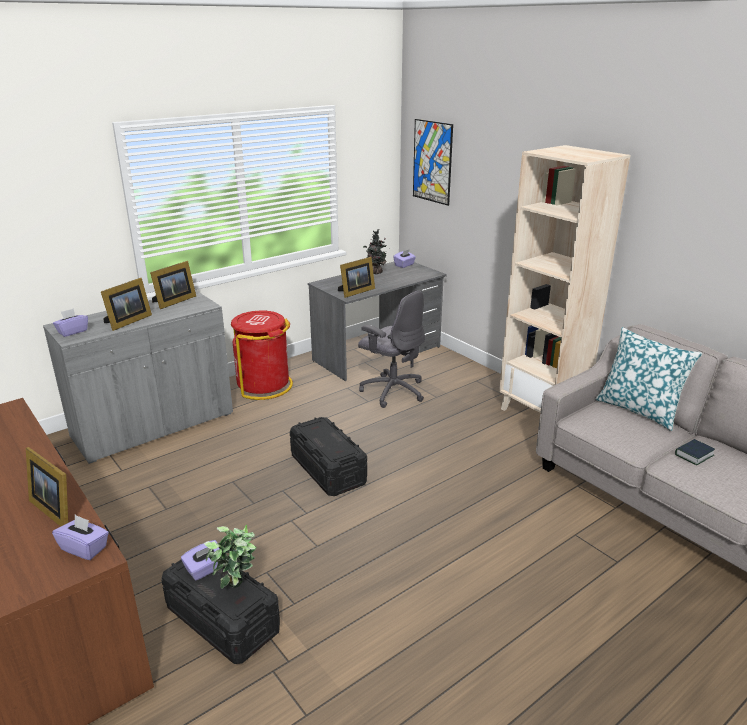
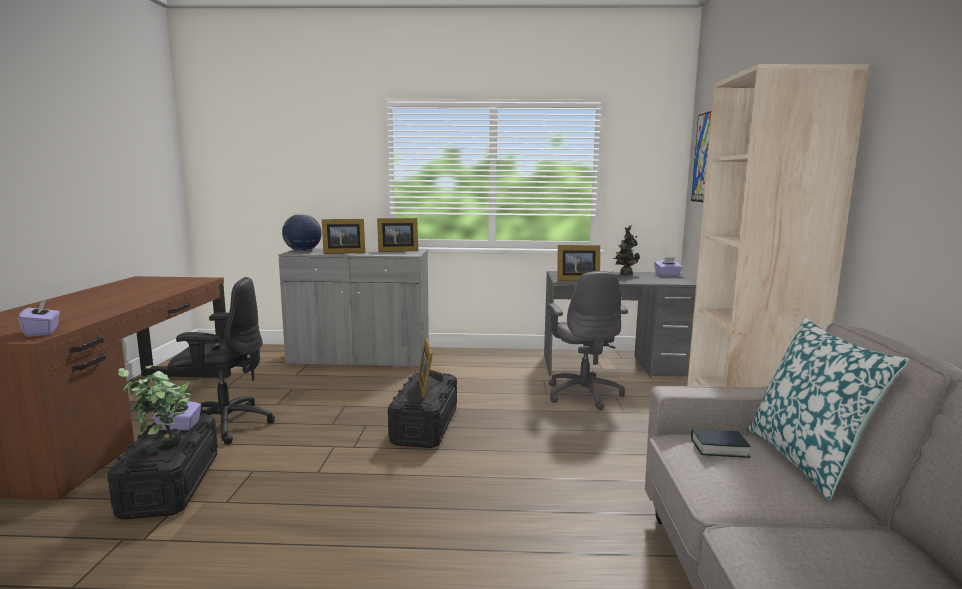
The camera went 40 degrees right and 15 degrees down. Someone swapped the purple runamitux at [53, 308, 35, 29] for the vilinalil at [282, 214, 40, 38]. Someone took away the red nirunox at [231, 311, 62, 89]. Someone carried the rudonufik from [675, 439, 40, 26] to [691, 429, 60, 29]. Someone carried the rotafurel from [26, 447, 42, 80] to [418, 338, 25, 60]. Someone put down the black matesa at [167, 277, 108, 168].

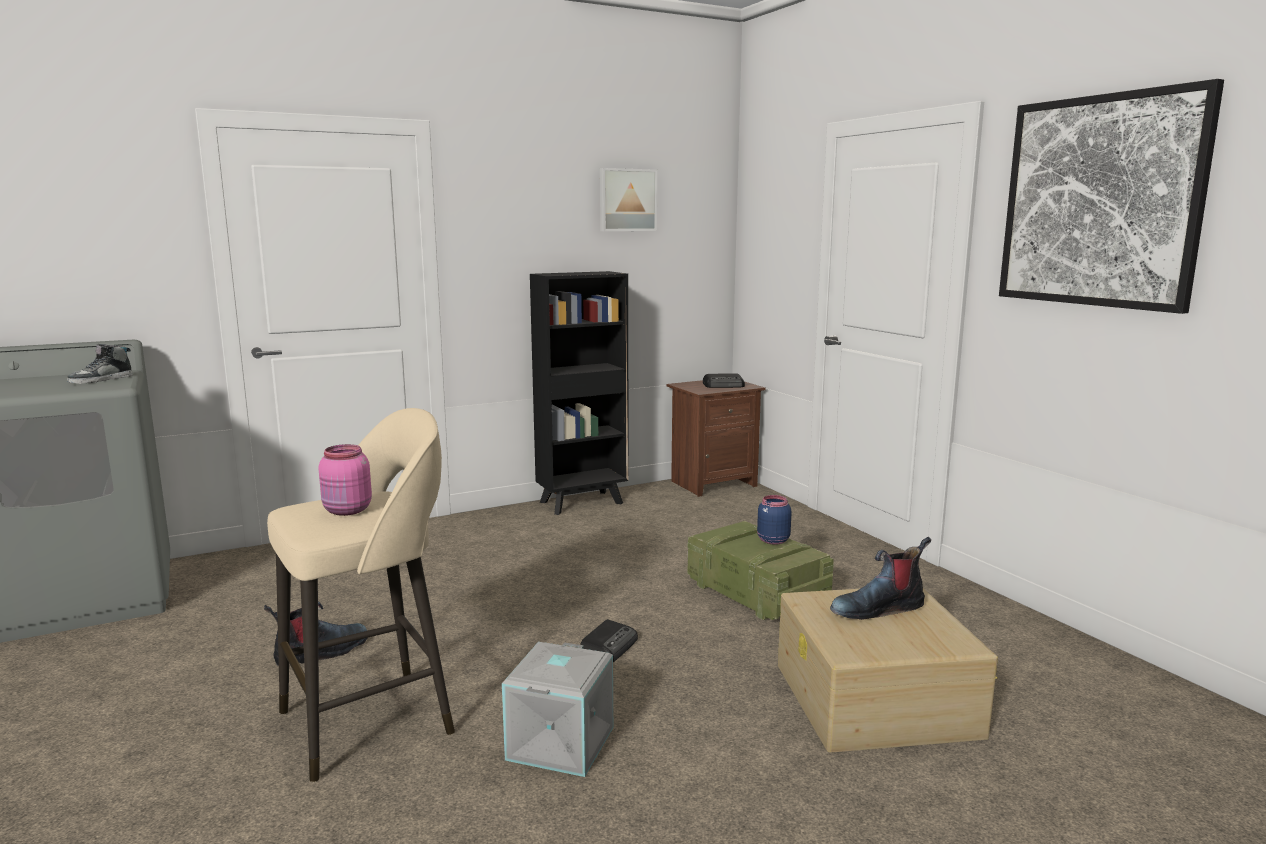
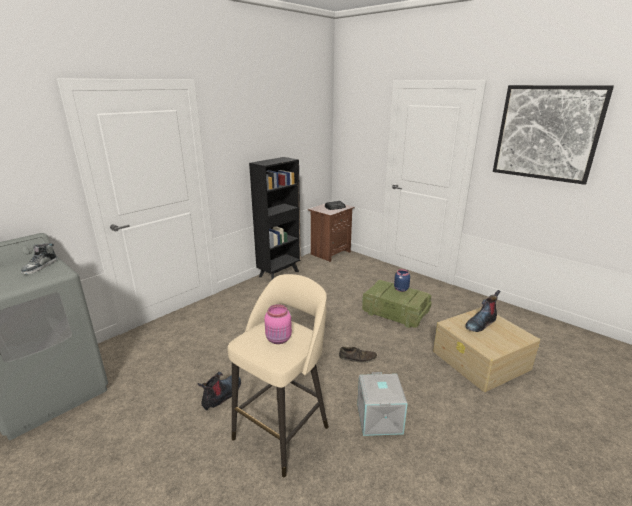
The camera went 20 degrees left and 10 degrees up. Someone took away the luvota at [600, 168, 57, 63]. Someone swapped the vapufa at [580, 619, 58, 43] for the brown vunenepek at [339, 347, 38, 16].

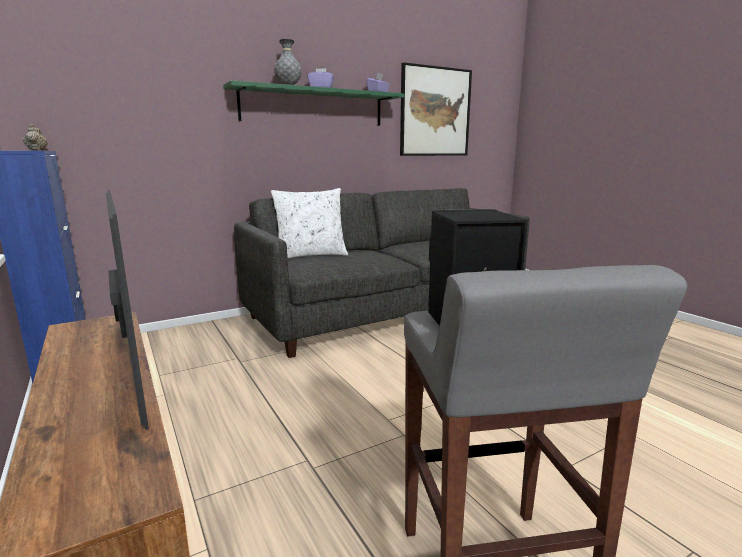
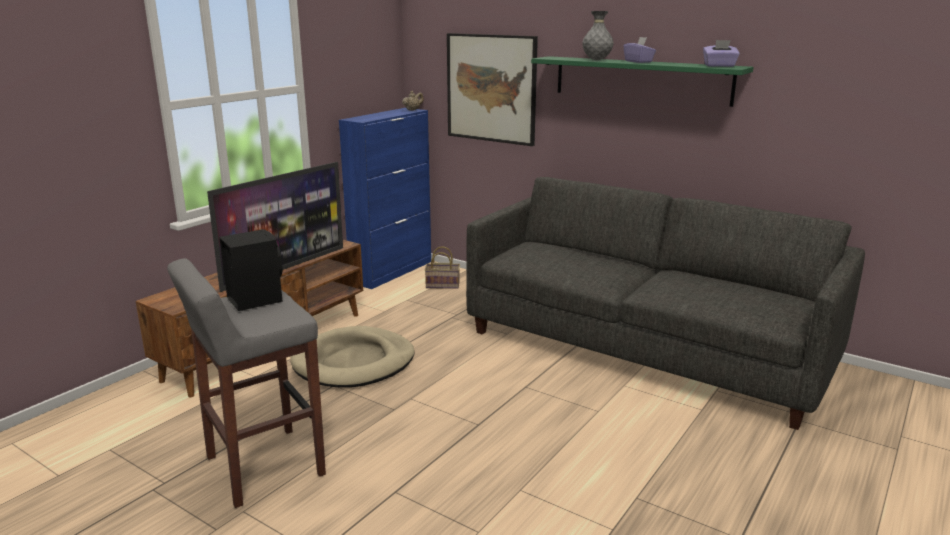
The camera went 65 degrees right and 5 degrees up. Someone carried the luvota from [400, 62, 72, 94] to [447, 33, 91, 113]. Someone took away the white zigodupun at [271, 188, 77, 70]. Someone put down the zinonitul at [425, 246, 35, 43]. Someone put down the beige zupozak at [290, 326, 124, 62].

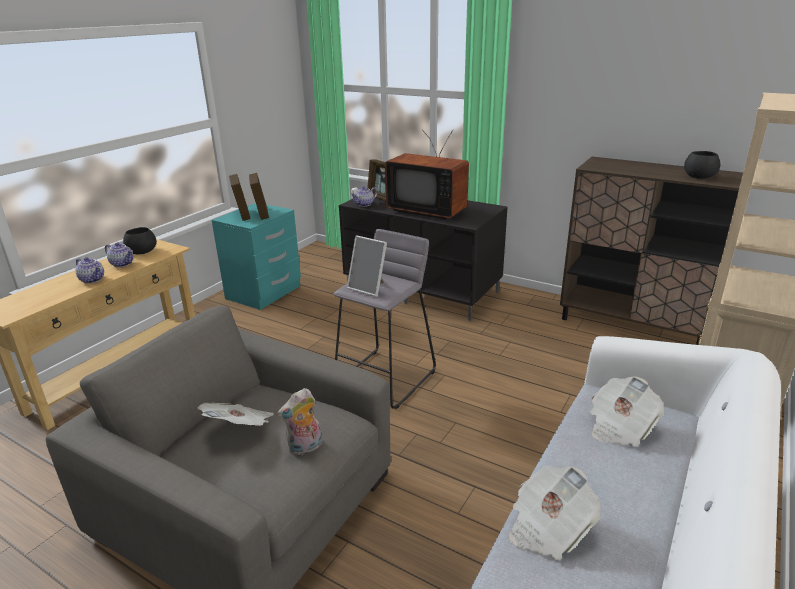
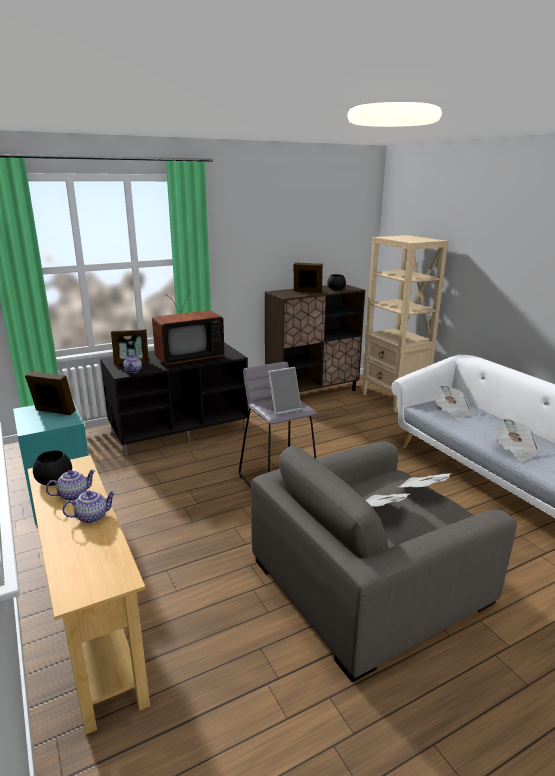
The camera went 60 degrees left and 5 degrees down. Someone carried the rotafurel from [229, 174, 22, 47] to [293, 262, 30, 31]. Someone swapped the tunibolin at [278, 388, 44, 68] for the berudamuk at [398, 473, 54, 15].

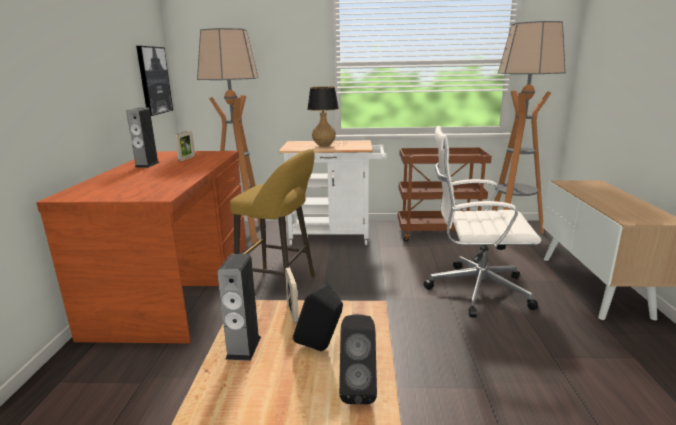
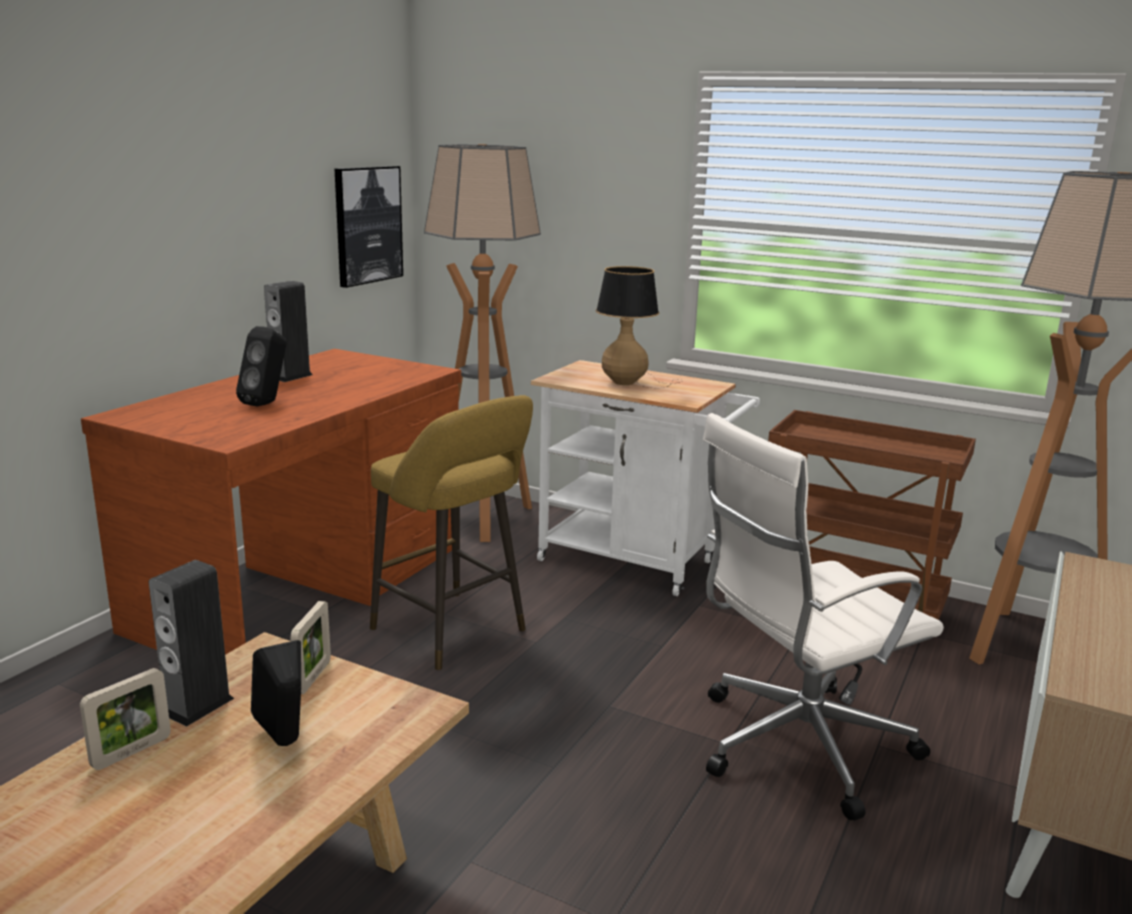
The camera went 25 degrees right and 0 degrees up. Someone rotated the white matesa at [424, 126, 117, 192] by 60 degrees counterclockwise. Someone carried the rotafurel from [175, 131, 20, 30] to [80, 668, 91, 102]. Someone carried the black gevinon from [339, 314, 38, 90] to [236, 326, 51, 81].

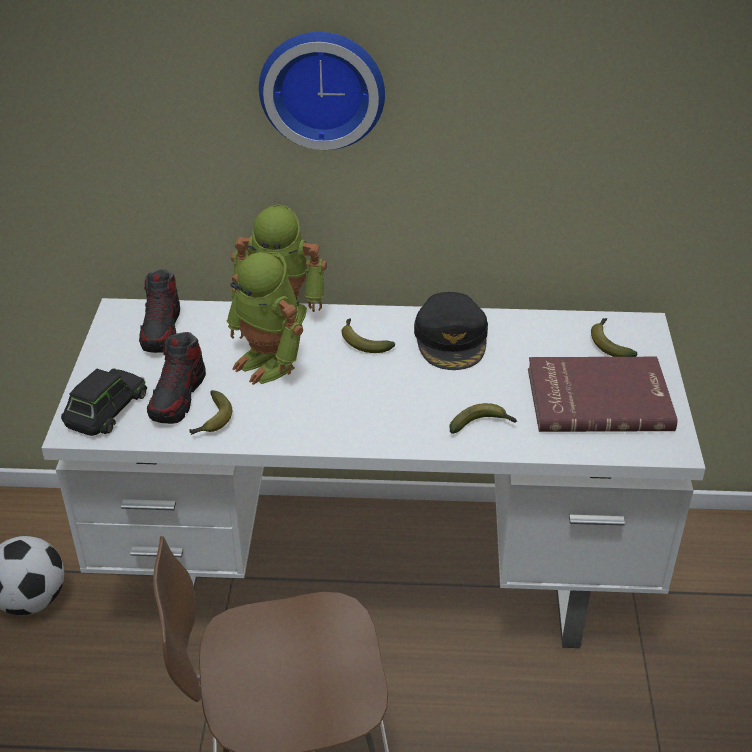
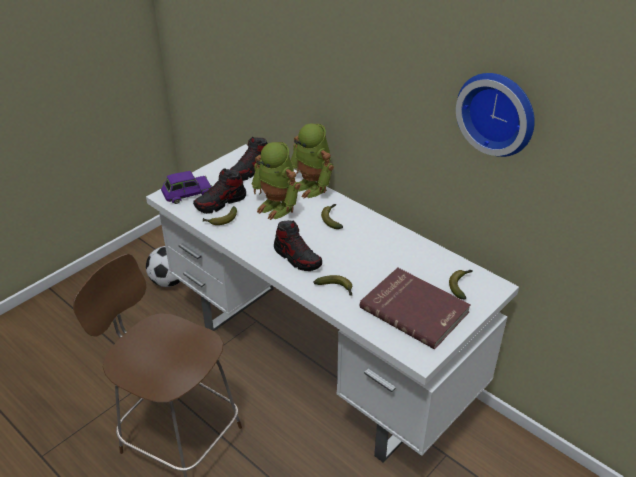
The camera went 40 degrees right and 0 degrees up. Someone carried the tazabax from [259, 32, 126, 118] to [456, 73, 79, 84]. Someone rotated the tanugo at [227, 252, 76, 133] by 45 degrees counterclockwise. Someone took away the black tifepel at [414, 292, 74, 78]. Someone repainted the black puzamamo at [61, 368, 86, 68], which became the purple puzamamo at [161, 171, 51, 33]. Someone put down the vunenepek at [274, 220, 48, 51].

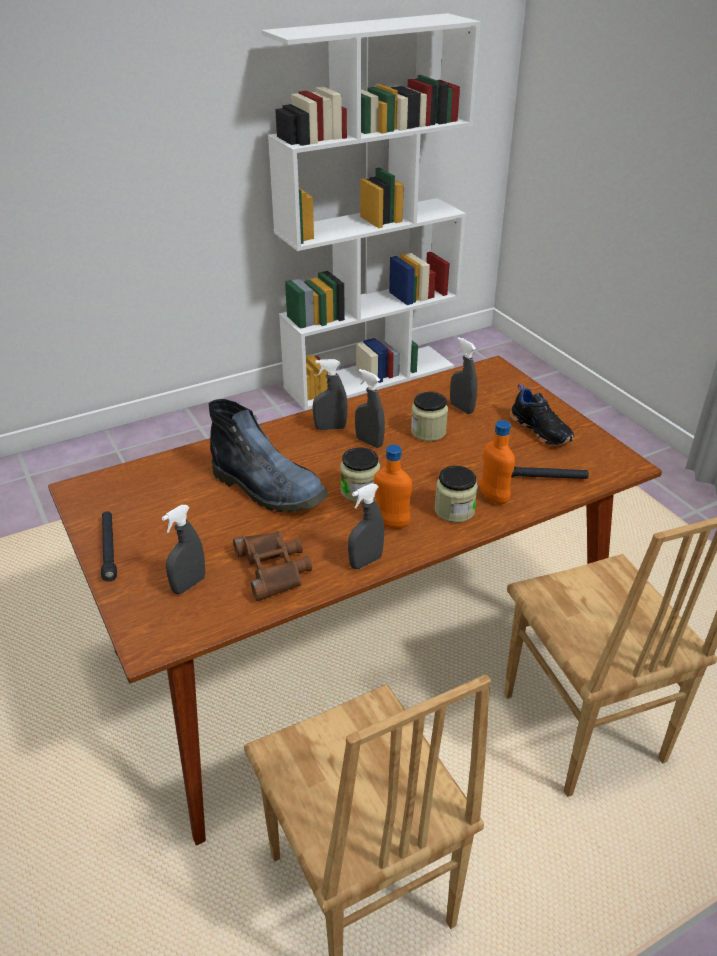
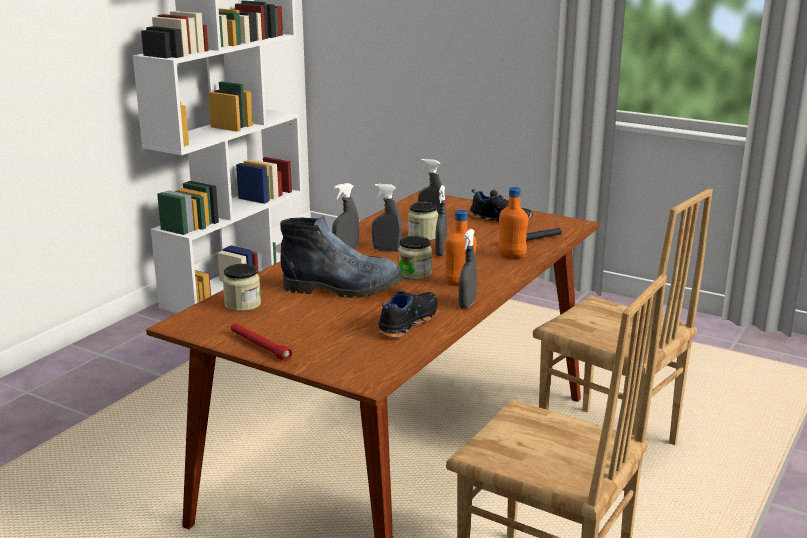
The camera went 30 degrees left and 15 degrees down. Someone carried the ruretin from [435, 466, 43, 57] to [223, 264, 38, 48]. Someone carried the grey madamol from [162, 505, 43, 89] to [435, 185, 12, 71]. Someone repainted the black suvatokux at [101, 511, 16, 71], which became the red suvatokux at [231, 323, 62, 38]. Someone swapped the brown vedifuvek at [233, 531, 79, 70] for the black vunenepek at [378, 291, 60, 47].

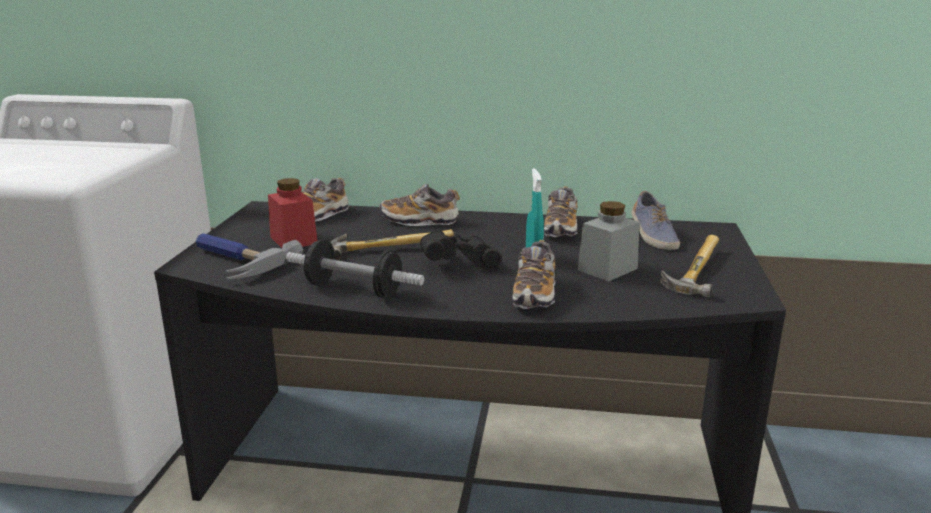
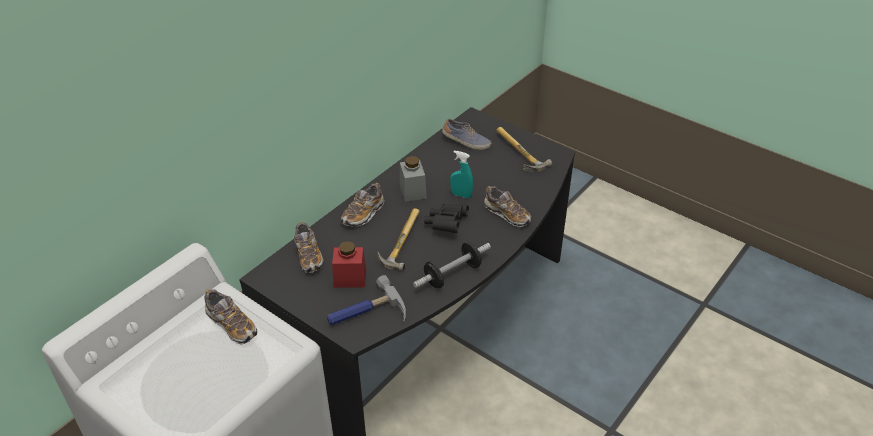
The camera went 60 degrees left and 20 degrees up. Someone carried the vunenepek from [544, 186, 34, 51] to [205, 289, 52, 56]. Someone carried the grey ruretin from [578, 201, 62, 81] to [400, 156, 27, 46].

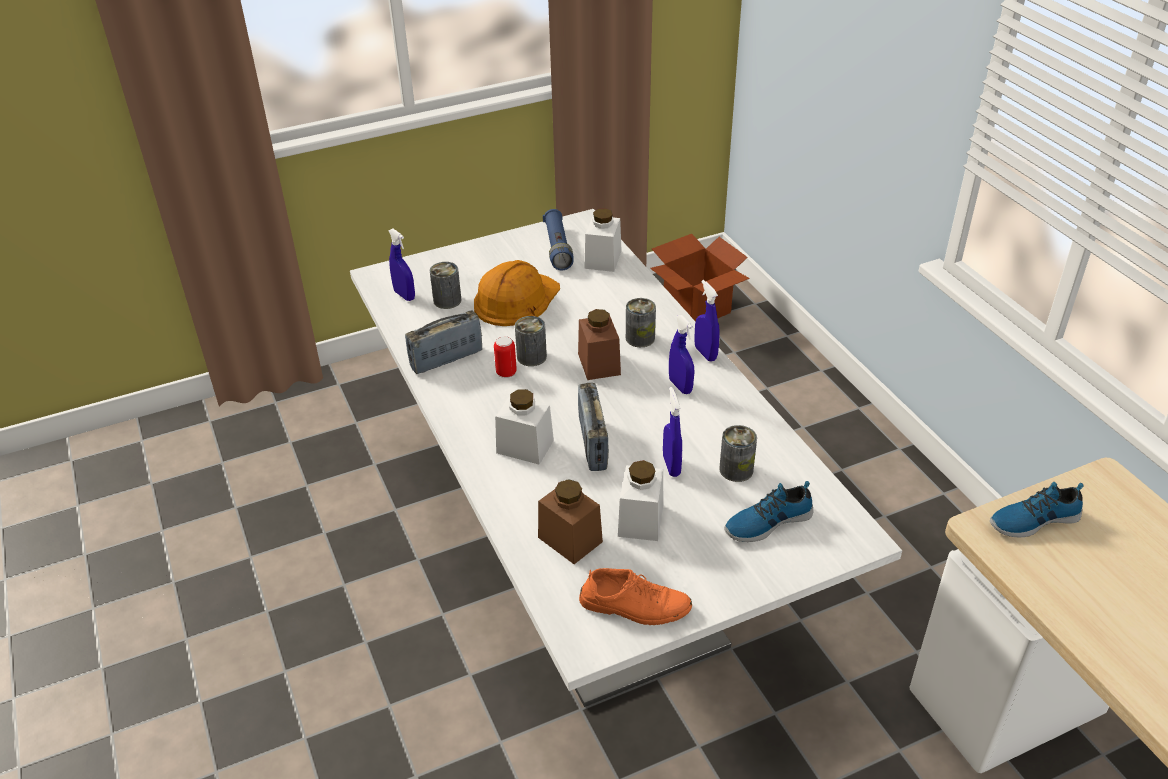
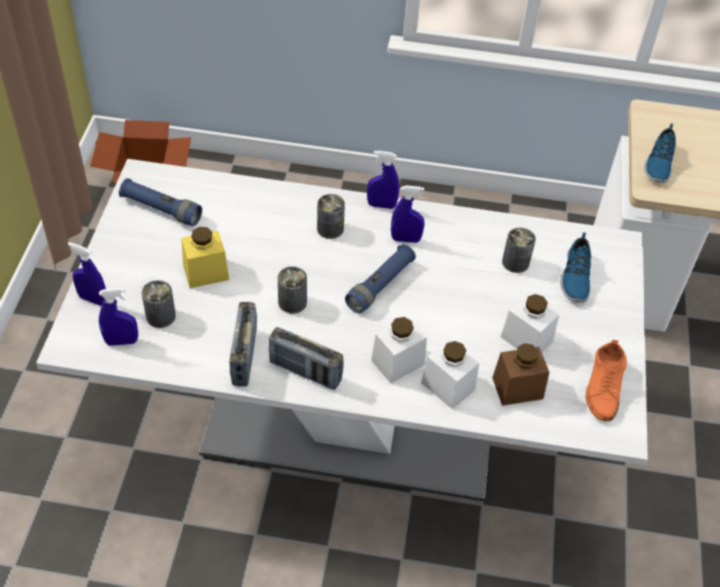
The camera went 60 degrees left and 10 degrees up. Someone carried the white ruretin from [584, 208, 38, 64] to [421, 340, 58, 69]. Someone swapped the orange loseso at [474, 260, 86, 66] for the yellow ruretin at [181, 227, 48, 61]. Someone took away the brown ruretin at [578, 309, 43, 71]. Someone took away the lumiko at [494, 336, 23, 42]. Someone carried the vapufa from [578, 383, 31, 88] to [269, 327, 75, 63]. Someone carried the blue madamol from [663, 387, 19, 90] to [68, 242, 38, 64]. Someone rotated the orange vunenepek at [579, 568, 113, 57] by 150 degrees clockwise. Someone put down the blue suvatokux at [345, 244, 71, 69].

